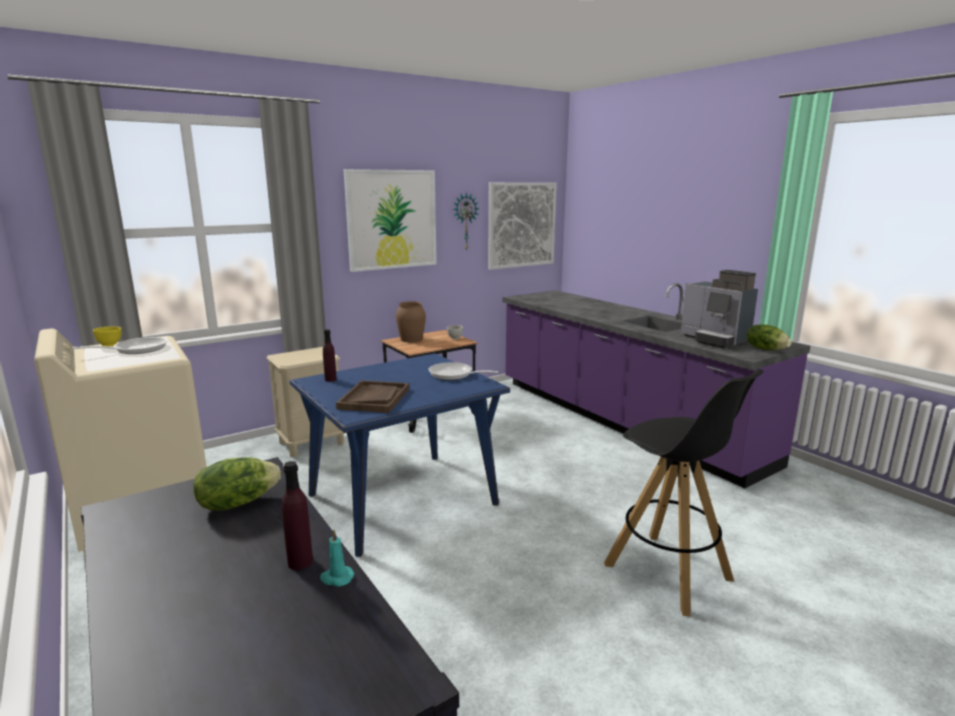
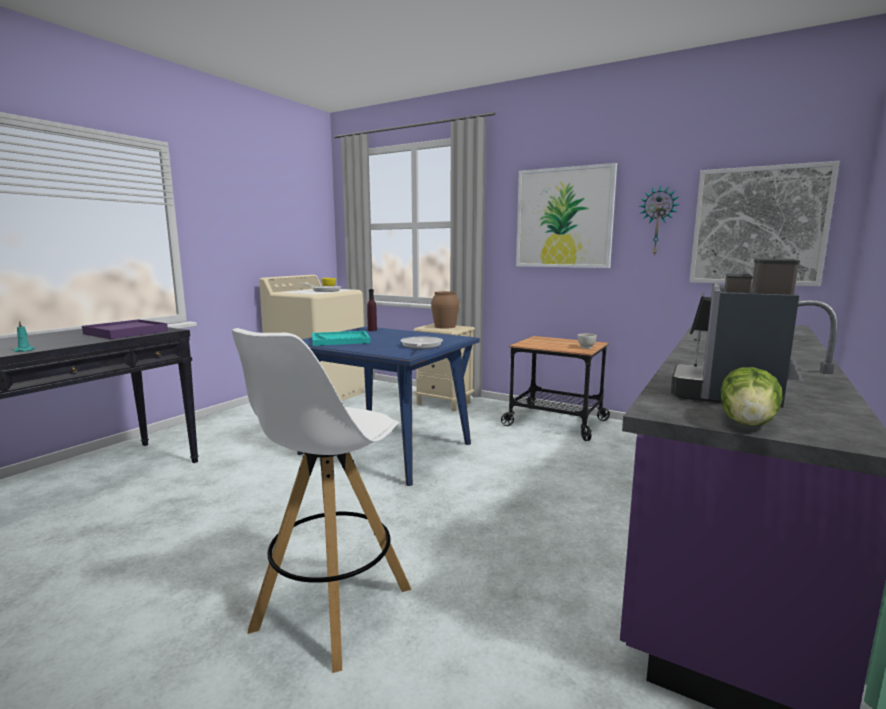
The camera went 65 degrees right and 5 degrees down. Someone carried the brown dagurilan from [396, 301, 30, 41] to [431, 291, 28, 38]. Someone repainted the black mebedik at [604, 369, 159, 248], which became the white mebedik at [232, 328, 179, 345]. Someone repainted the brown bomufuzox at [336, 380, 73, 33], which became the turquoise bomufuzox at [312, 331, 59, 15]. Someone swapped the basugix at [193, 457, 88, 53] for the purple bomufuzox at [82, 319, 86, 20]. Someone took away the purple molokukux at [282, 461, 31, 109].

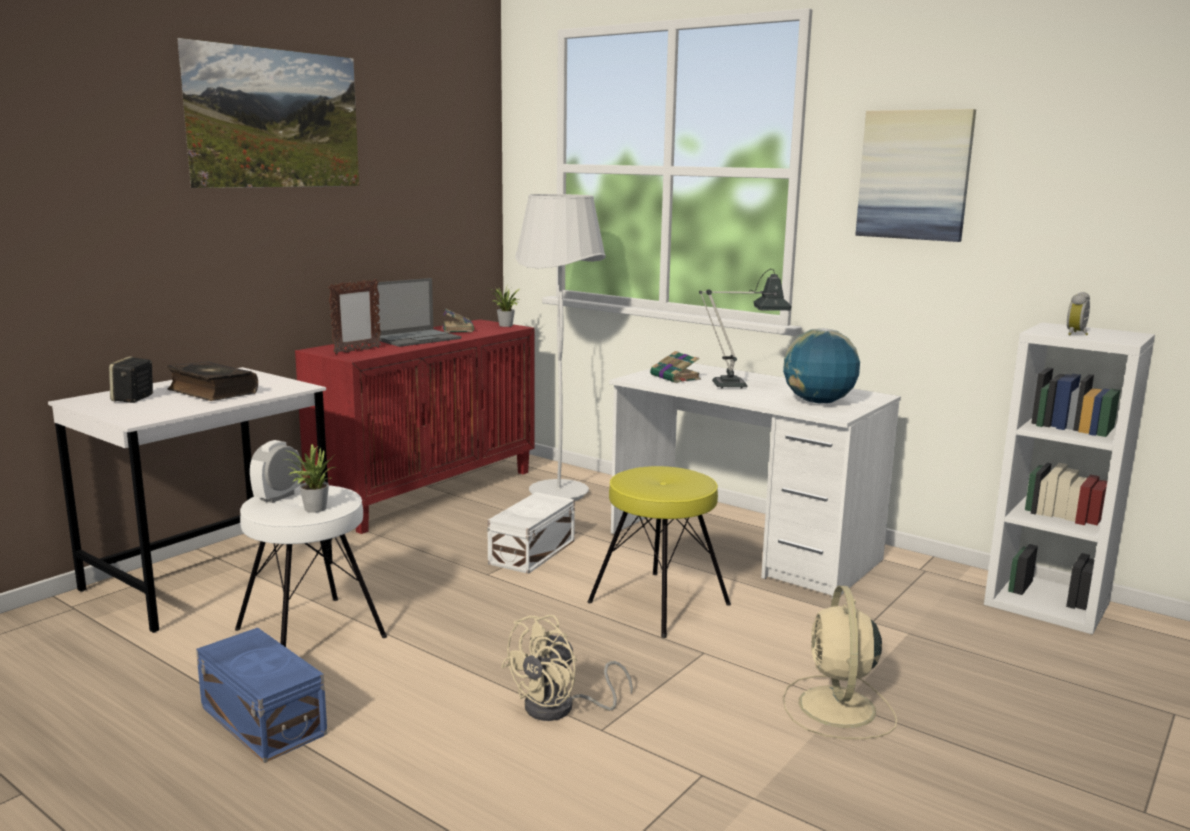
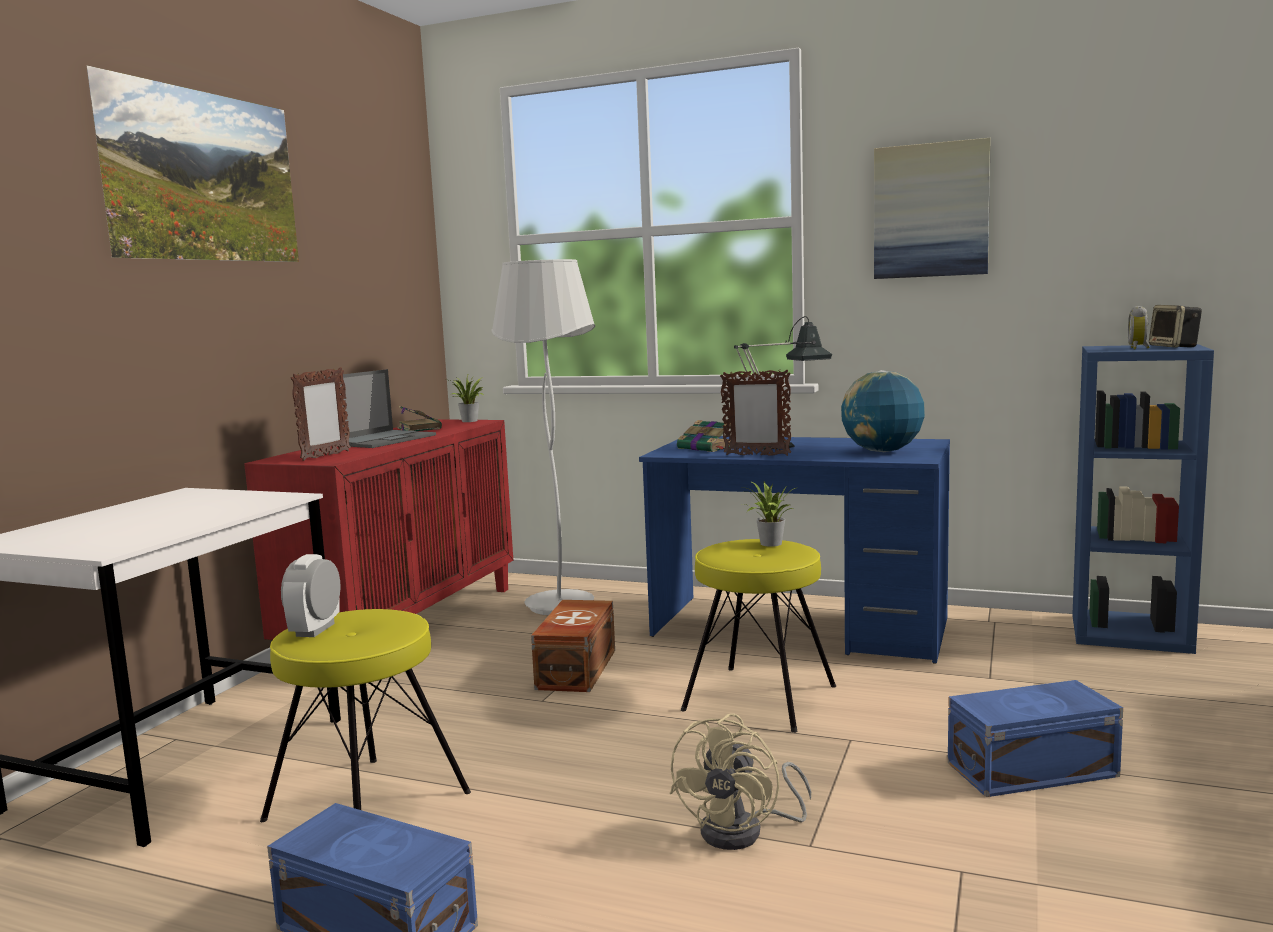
The camera went 15 degrees left and 5 degrees down. Someone repainted the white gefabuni at [984, 322, 171, 313], which became the blue gefabuni at [1072, 344, 142, 310]. Someone carried the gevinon from [109, 356, 44, 47] to [1149, 305, 53, 42]. Someone took away the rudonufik at [167, 361, 91, 40]. Someone repainted the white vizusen at [609, 363, 292, 234], which became the blue vizusen at [639, 436, 311, 228]. Someone carried the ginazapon from [284, 444, 54, 69] to [739, 482, 60, 65]. Someone repainted the white mebedik at [235, 485, 152, 162], which became the yellow mebedik at [260, 609, 211, 213]. Someone repainted the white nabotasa at [487, 492, 88, 82], which became the brown nabotasa at [531, 600, 84, 92]. Someone swapped the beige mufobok at [783, 586, 114, 153] for the blue nabotasa at [948, 680, 175, 117]. Someone put down the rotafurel at [720, 369, 71, 87].

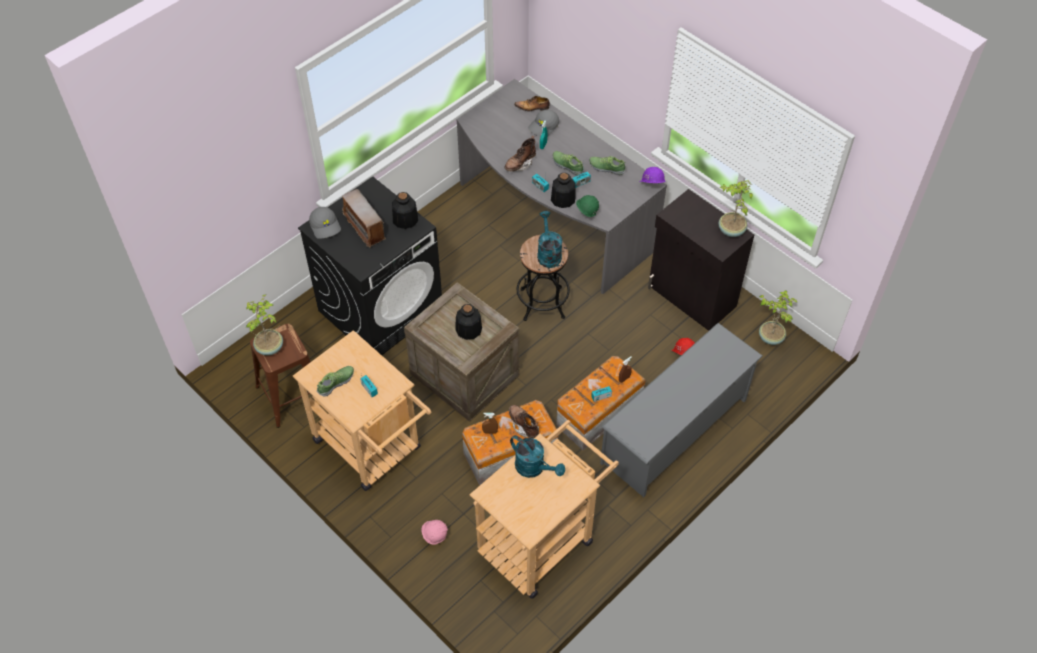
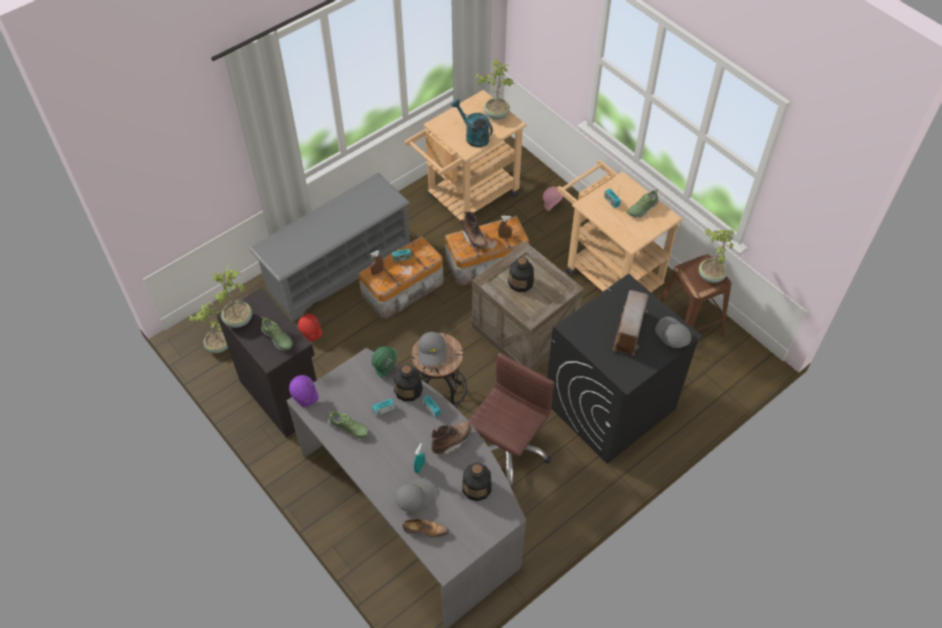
The camera went 175 degrees left and 0 degrees up. Someone carried the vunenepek from [553, 151, 31, 24] to [261, 316, 32, 35]. Someone rotated the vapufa at [342, 189, 44, 59] by 135 degrees counterclockwise. Someone carried the molokukux from [392, 192, 26, 37] to [462, 463, 30, 38]. Someone swapped the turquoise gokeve at [537, 211, 25, 57] for the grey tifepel at [418, 332, 28, 34]. Someone put down the ginazapon at [475, 59, 39, 61]. Someone put down the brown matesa at [468, 352, 87, 139].

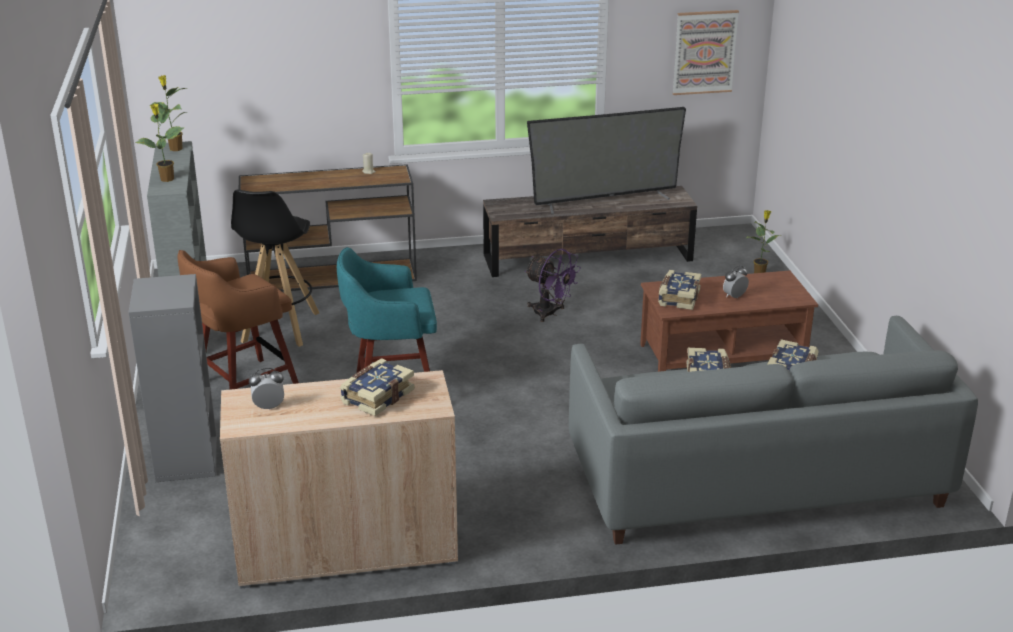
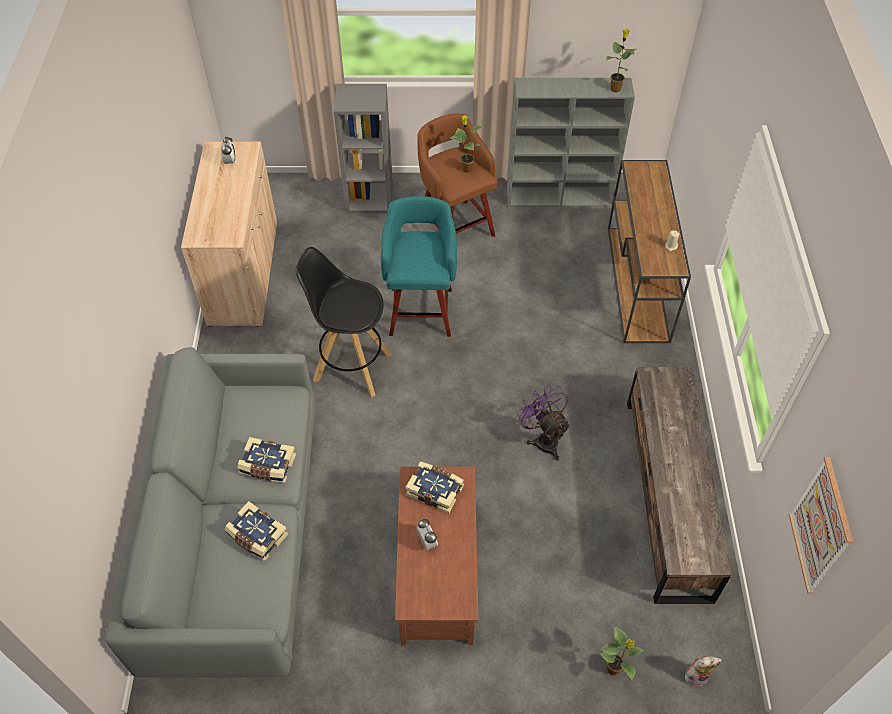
The camera went 100 degrees right and 25 degrees up. Someone carried the ginazapon from [135, 104, 49, 78] to [450, 115, 35, 58]. Someone took away the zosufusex at [527, 107, 159, 107]. Someone carried the black mebedik from [231, 189, 88, 158] to [295, 247, 97, 150]. Someone rotated the purple mufobok at [525, 249, 56, 73] by 105 degrees clockwise. Someone took away the rudonufik at [340, 358, 75, 58]. Someone put down the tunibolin at [685, 656, 37, 30].

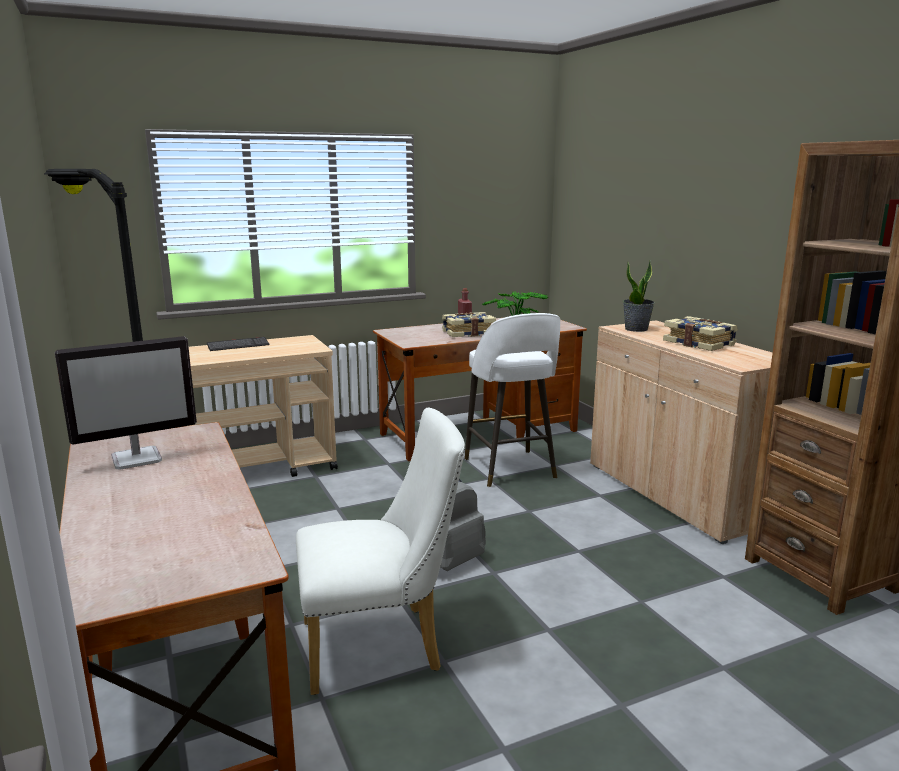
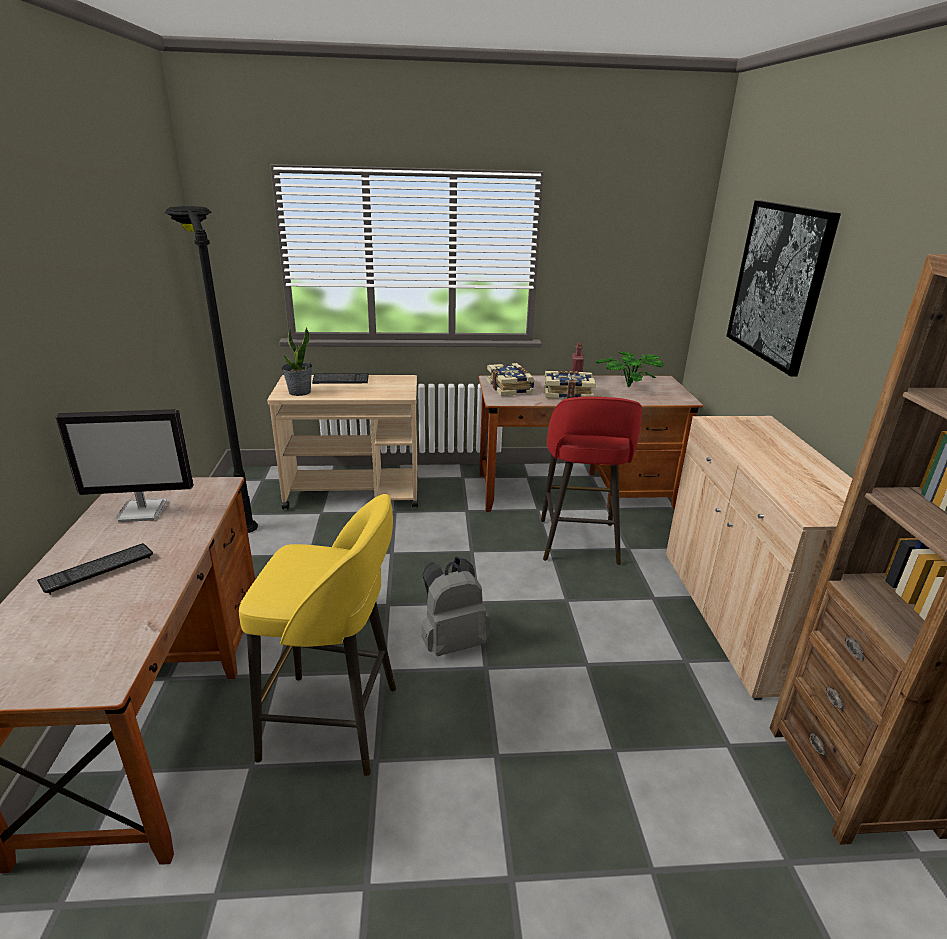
The camera went 20 degrees right and 10 degrees up. Someone carried the ginazapon from [623, 260, 32, 72] to [282, 327, 30, 69]. Someone repainted the white mebedik at [464, 313, 96, 174], which became the red mebedik at [541, 396, 101, 169]. Someone carried the rudonufik from [663, 316, 75, 35] to [487, 363, 48, 33]. Someone swapped the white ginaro at [296, 408, 169, 287] for the yellow mebedik at [239, 494, 157, 282]. Someone put up the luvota at [727, 200, 114, 176]. Someone put down the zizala at [37, 543, 116, 52].

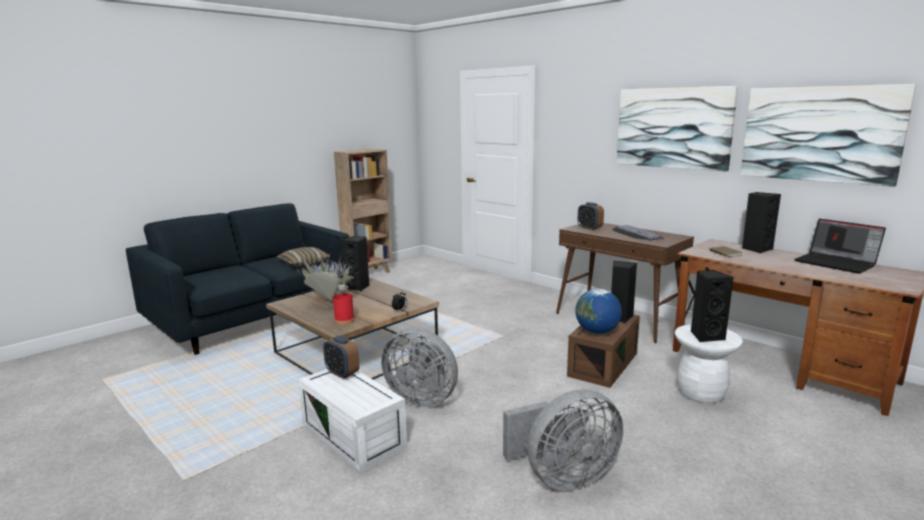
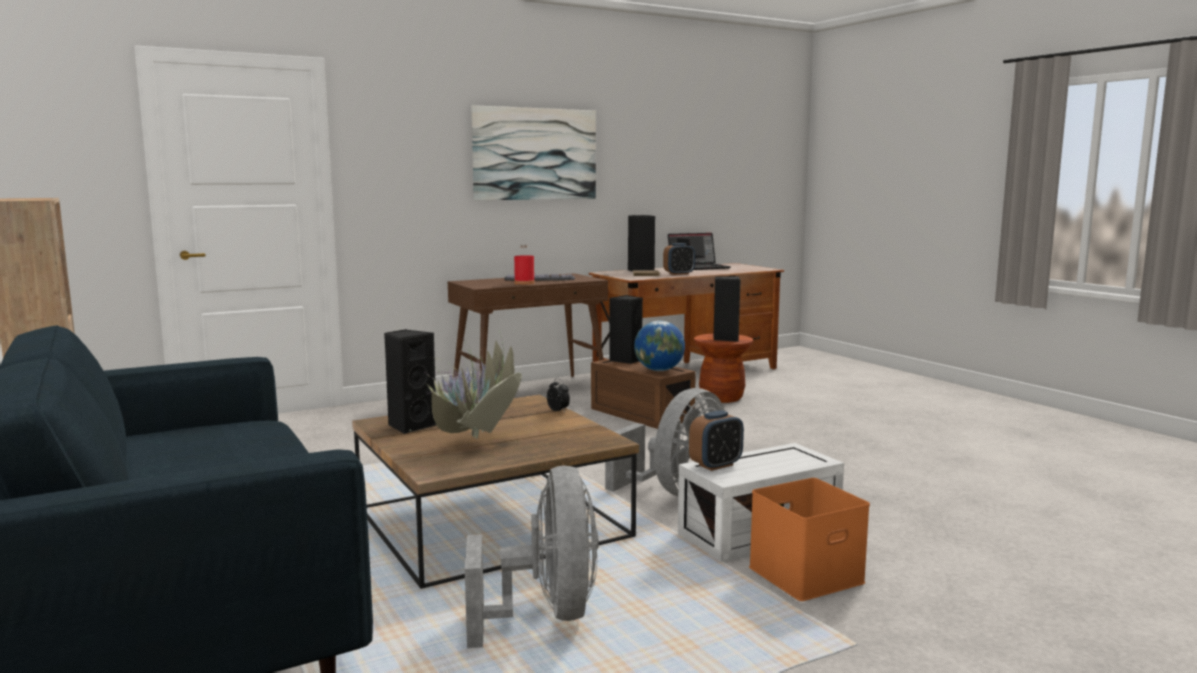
The camera went 75 degrees left and 5 degrees down. Someone took away the luvota at [741, 84, 175, 103]. Someone carried the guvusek from [578, 202, 26, 28] to [663, 243, 32, 32]. Someone took away the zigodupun at [277, 247, 53, 19]. Someone carried the red molokukux from [333, 285, 21, 40] to [514, 244, 21, 41]. Someone repainted the white mebedik at [675, 324, 68, 79], which became the brown mebedik at [694, 334, 59, 69]. Someone carried the grey mufobok from [503, 389, 121, 102] to [465, 465, 134, 183]. Someone put down the orange nabotasa at [749, 478, 121, 123].

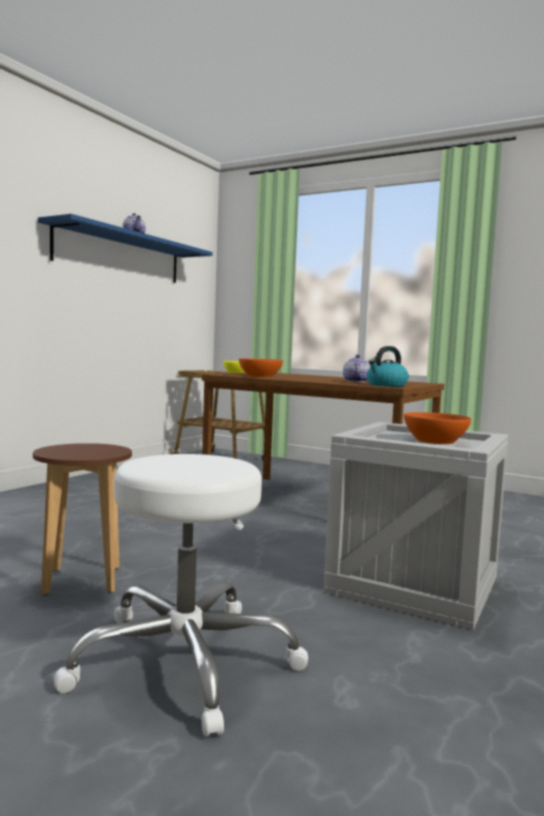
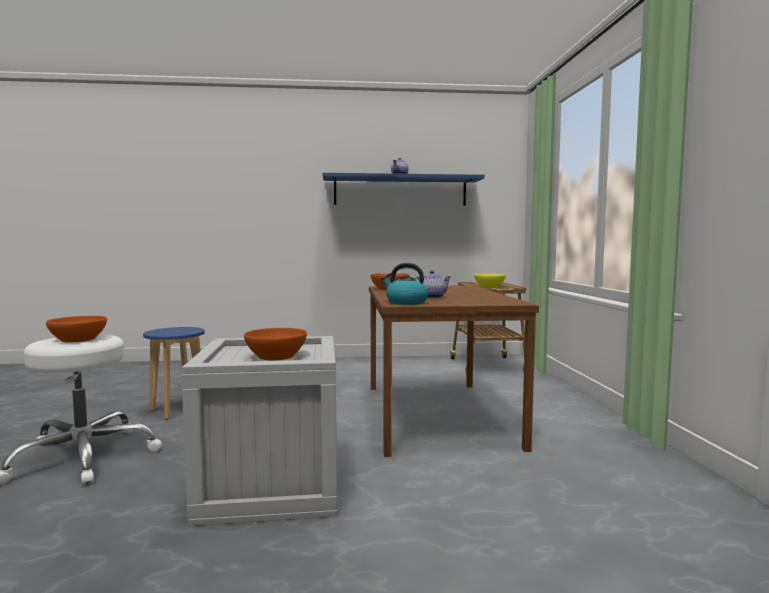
The camera went 55 degrees right and 0 degrees up. Someone repainted the brown mebedik at [33, 443, 99, 152], which became the blue mebedik at [143, 327, 62, 92]. Someone put down the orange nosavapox at [46, 316, 61, 27].

